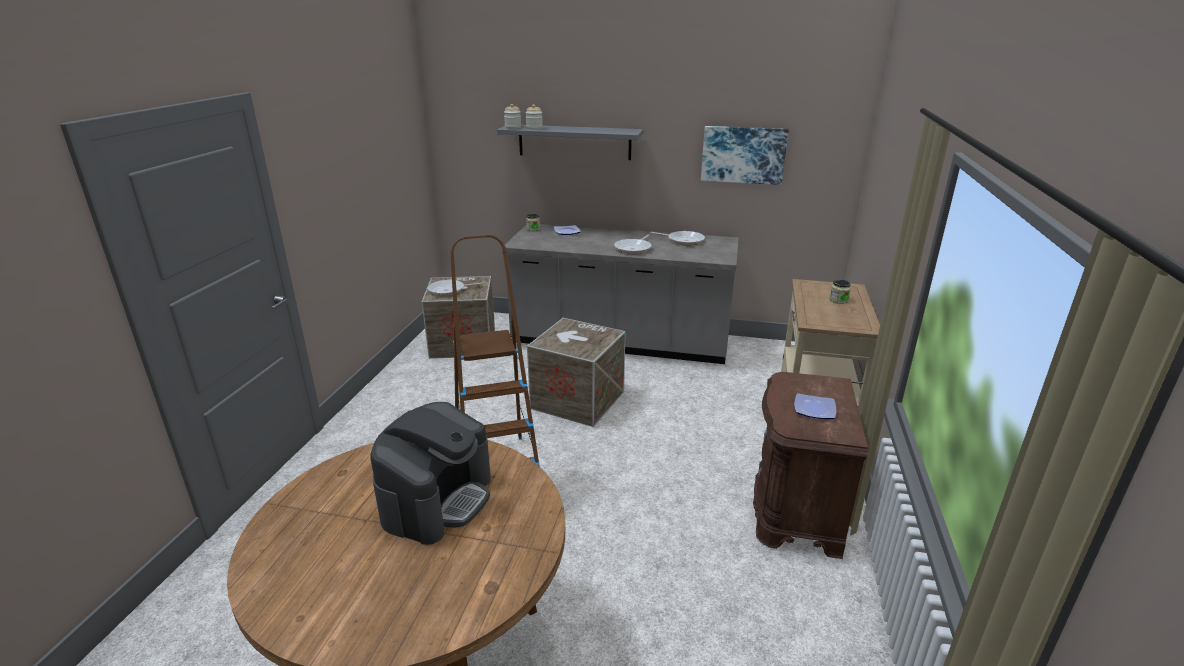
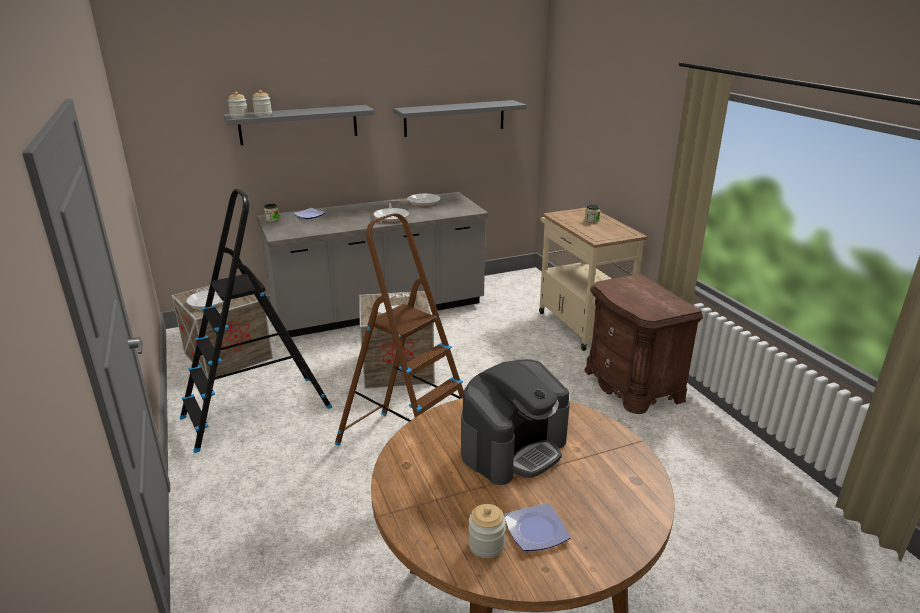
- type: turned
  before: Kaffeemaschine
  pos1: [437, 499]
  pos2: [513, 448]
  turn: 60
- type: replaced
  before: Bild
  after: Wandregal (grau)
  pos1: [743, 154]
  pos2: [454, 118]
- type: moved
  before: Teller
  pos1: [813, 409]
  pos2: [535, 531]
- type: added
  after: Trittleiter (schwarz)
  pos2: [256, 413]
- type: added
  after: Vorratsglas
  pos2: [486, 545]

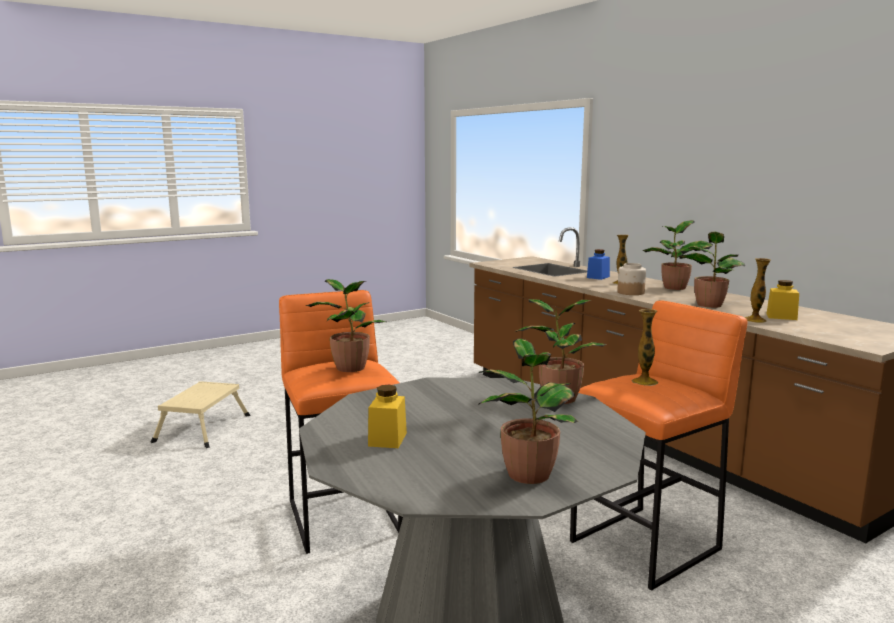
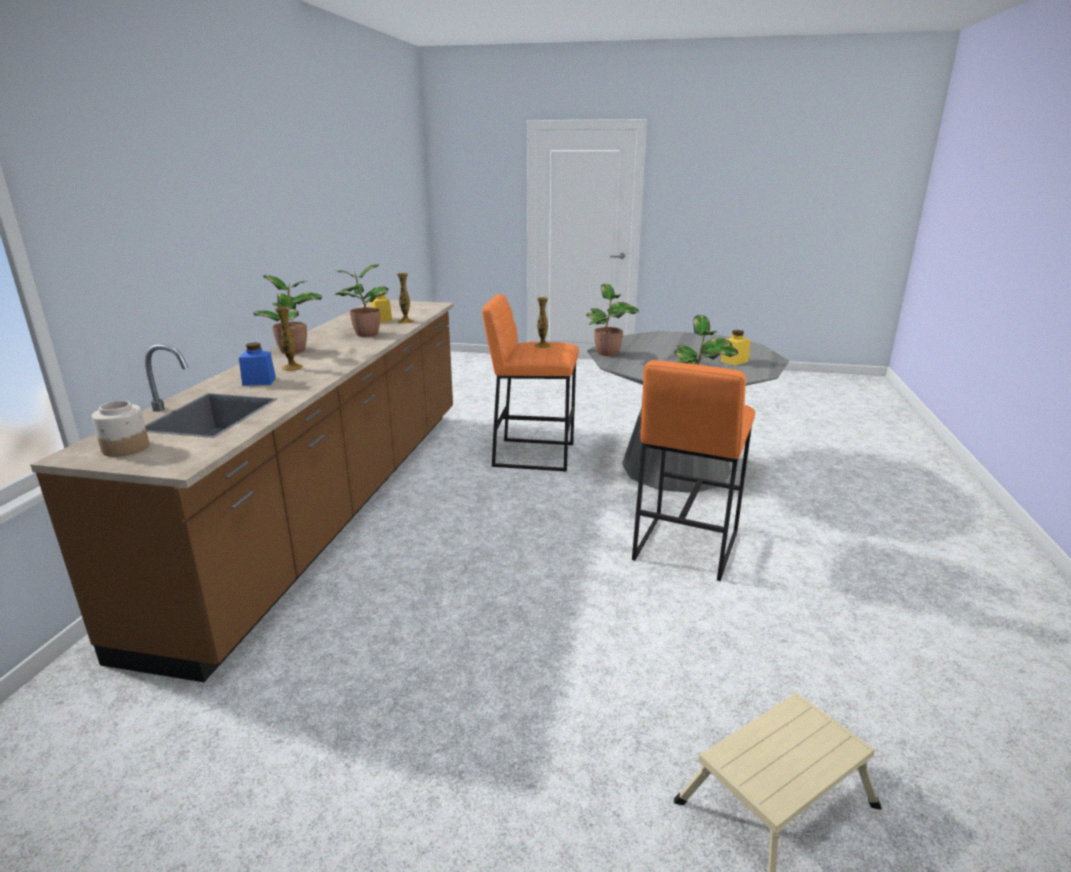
- type: removed
  before: Topfpflanze
  pos1: [527, 472]
- type: moved
  before: Vorratsglas
  pos1: [630, 292]
  pos2: [125, 448]

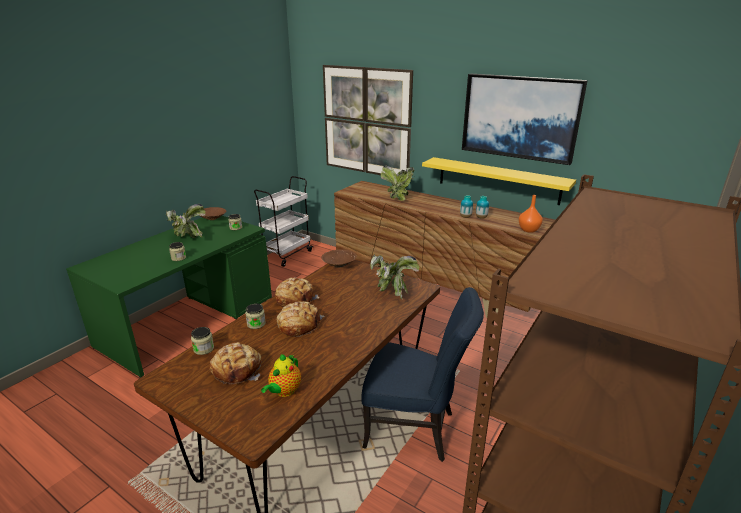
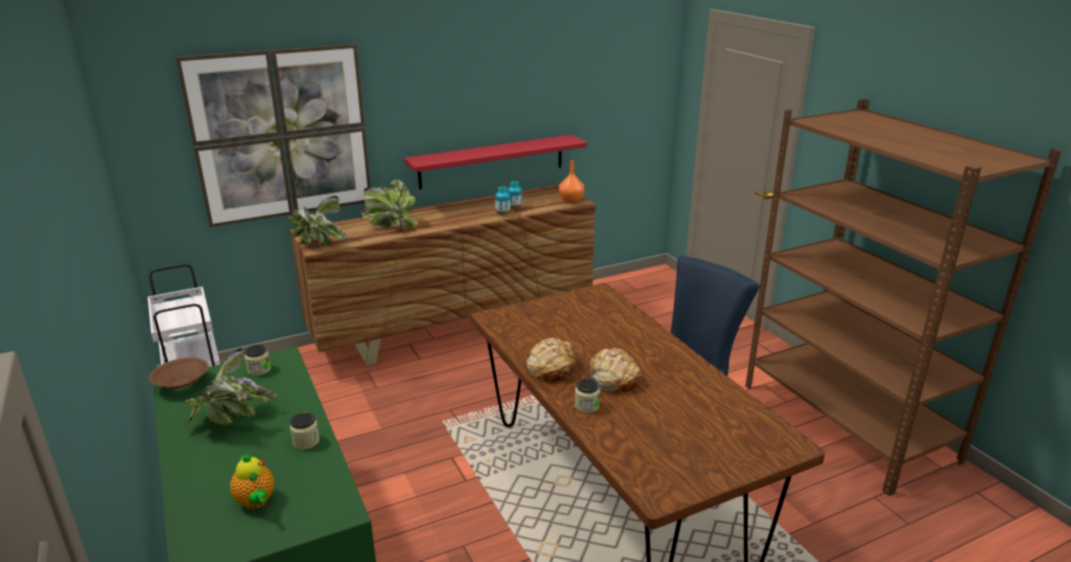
- type: removed
  before: Vorratsglas
  pos1: [204, 349]
- type: removed
  before: Brot
  pos1: [237, 370]
- type: moved
  before: Teekanne
  pos1: [284, 391]
  pos2: [256, 502]
- type: removed
  before: Schüssel (braun)
  pos1: [338, 265]
- type: moved
  before: Topfpflanze
  pos1: [391, 292]
  pos2: [318, 246]
- type: recoloured
  before: Wandregal (gelb)
  after: Wandregal (rot)
  pos1: [498, 180]
  pos2: [492, 161]
- type: removed
  before: Bild
  pos1: [520, 117]

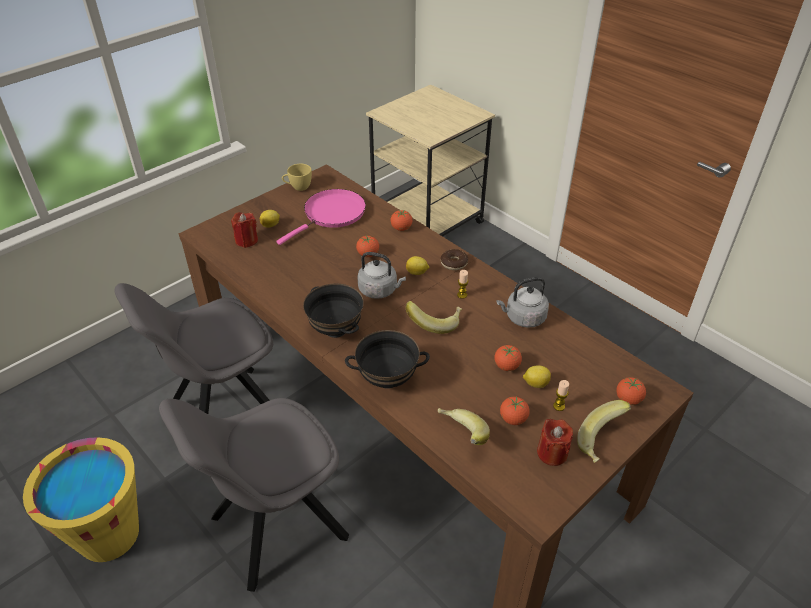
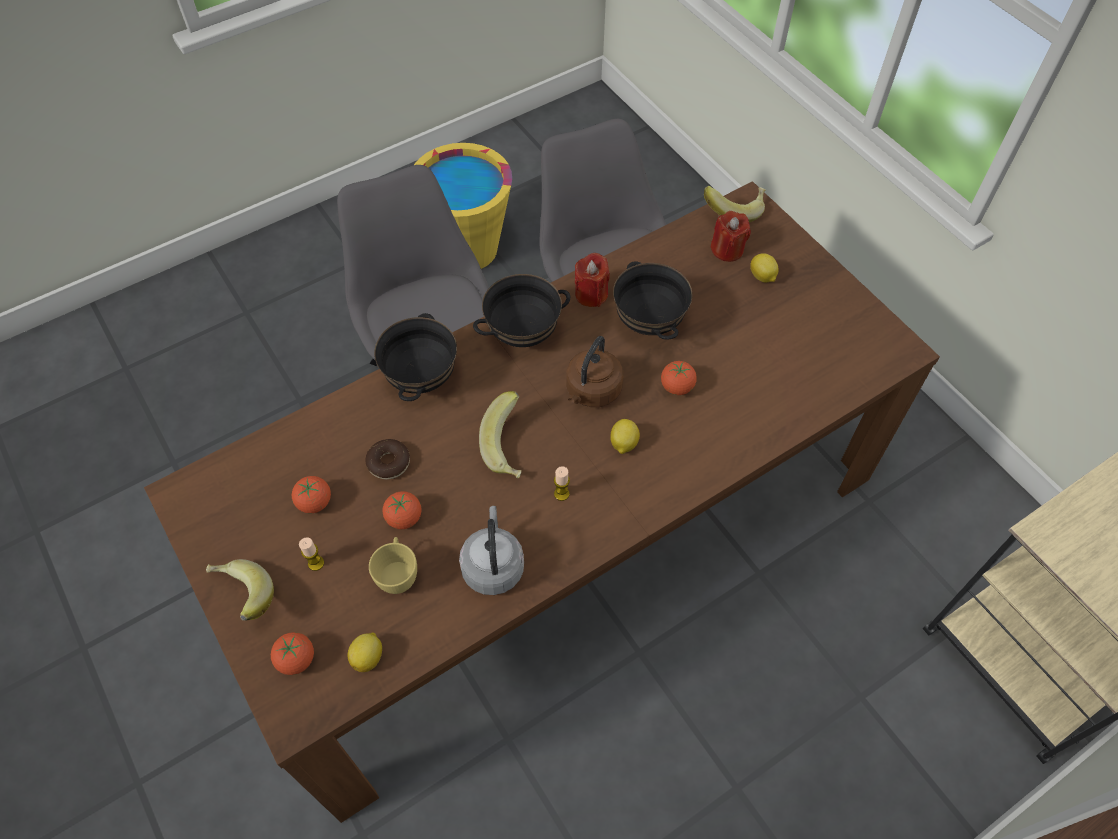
- type: removed
  before: Pfanne (rosa)
  pos1: [332, 214]
- type: moved
  before: Tasse (gelb)
  pos1: [298, 187]
  pos2: [398, 574]
- type: recoloured
  before: Wasserkessel (grau)
  after: Wasserkessel (braun)
  pos1: [380, 290]
  pos2: [592, 392]
- type: removed
  before: Tomate
  pos1: [401, 228]
- type: moved
  before: Banane
  pos1: [460, 436]
  pos2: [734, 210]
- type: moved
  before: Donut
  pos1: [454, 263]
  pos2: [389, 463]
- type: moved
  before: Zitrone
  pos1: [535, 383]
  pos2: [368, 657]
- type: moved
  before: Kerze (rot)
  pos1: [552, 453]
  pos2: [591, 294]
- type: added
  after: Schüssel (schwarz)
  pos2: [649, 323]

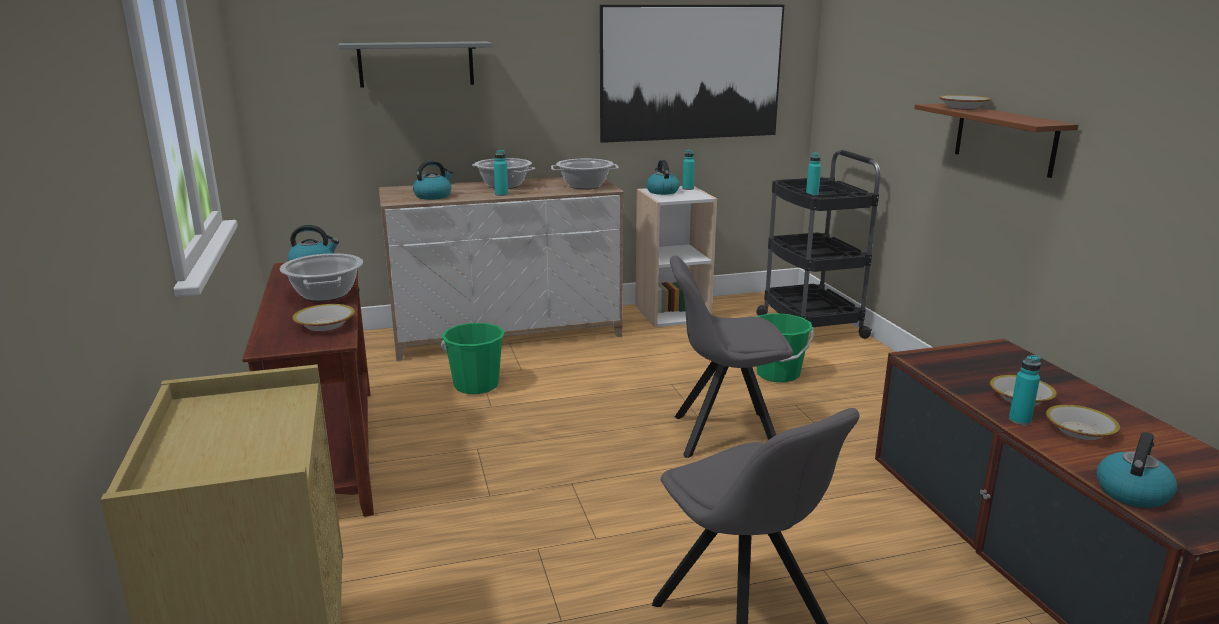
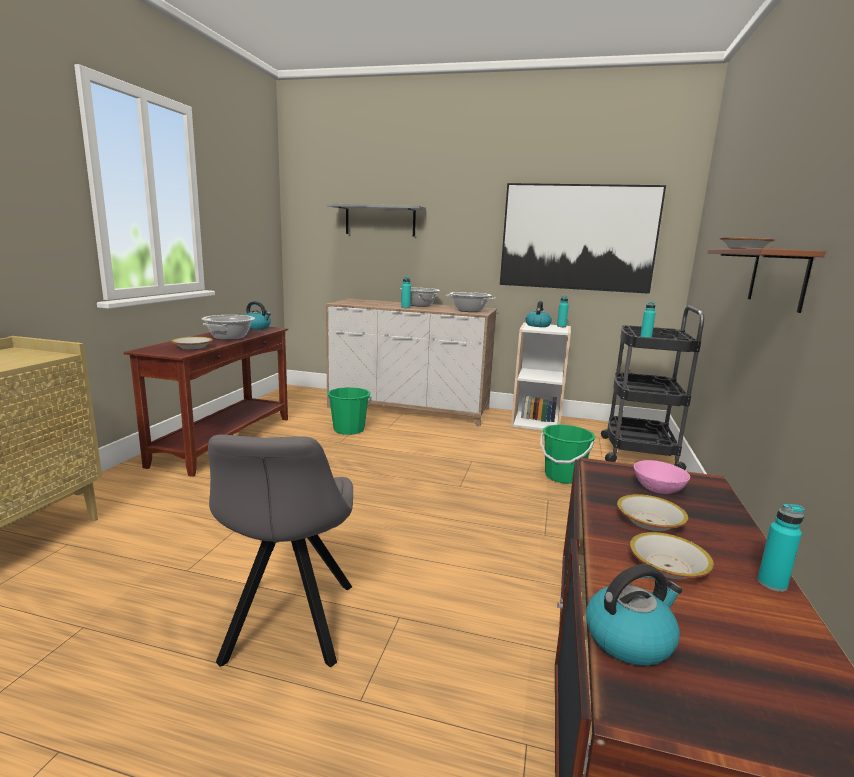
- type: removed
  before: Wasserkessel
  pos1: [433, 196]
- type: removed
  before: Stuhl (grau)
  pos1: [725, 435]
- type: moved
  before: Flasche (türkis)
  pos1: [1019, 420]
  pos2: [772, 583]
- type: added
  after: Schüssel (rosa)
  pos2: [657, 488]

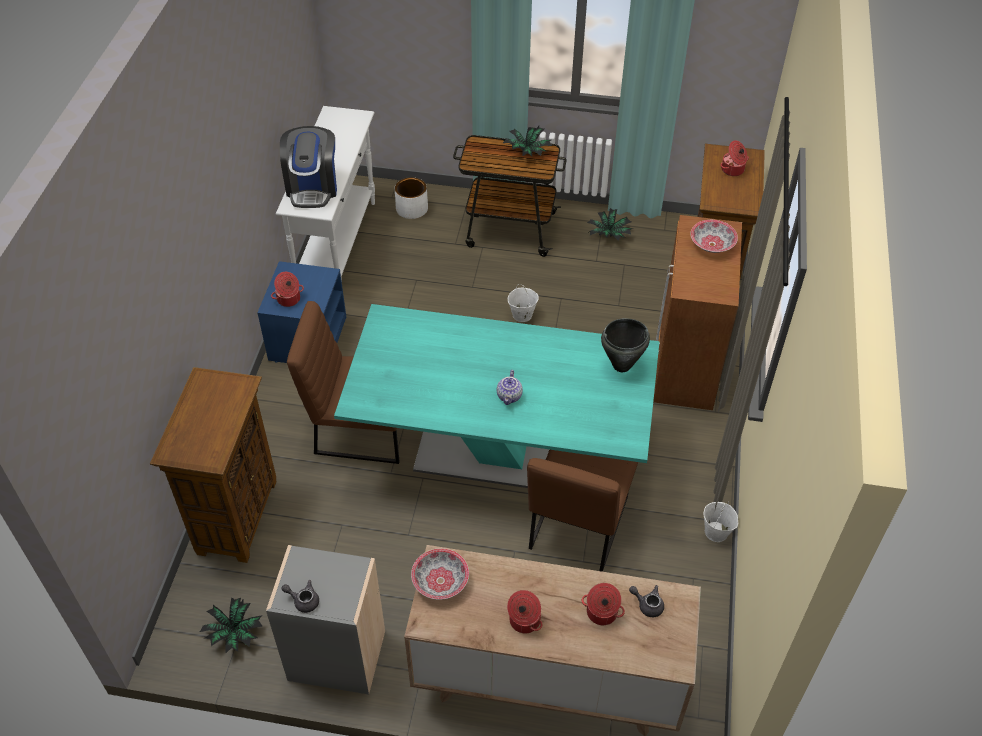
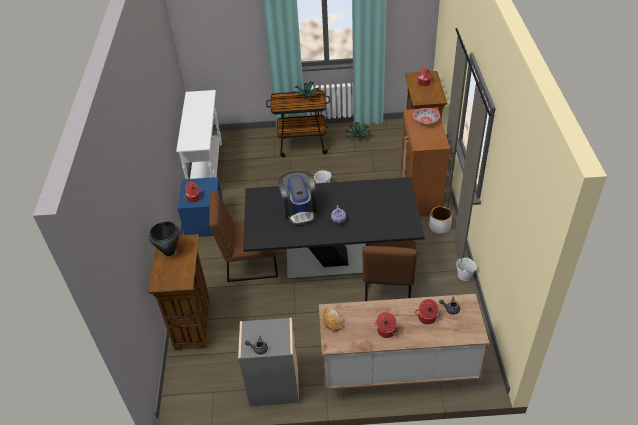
- type: removed
  before: Topfpflanze
  pos1: [234, 633]
- type: moved
  before: Kaffeemaschine
  pos1: [312, 187]
  pos2: [299, 210]
- type: recoloured
  before: Esstisch (türkis)
  after: Esstisch (schwarz)
  pos1: [500, 452]
  pos2: [333, 259]
- type: moved
  before: Pflanzkübel (weiß)
  pos1: [412, 209]
  pos2: [439, 226]
- type: replaced
  before: Schüssel
  after: Brot
  pos1: [440, 580]
  pos2: [332, 321]
- type: moved
  before: Kochtopf (schwarz)
  pos1: [622, 365]
  pos2: [169, 251]

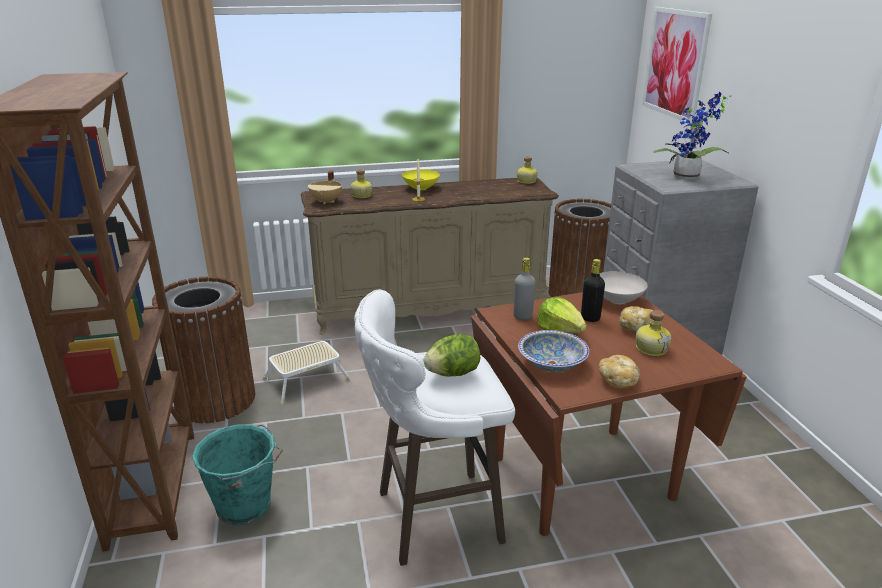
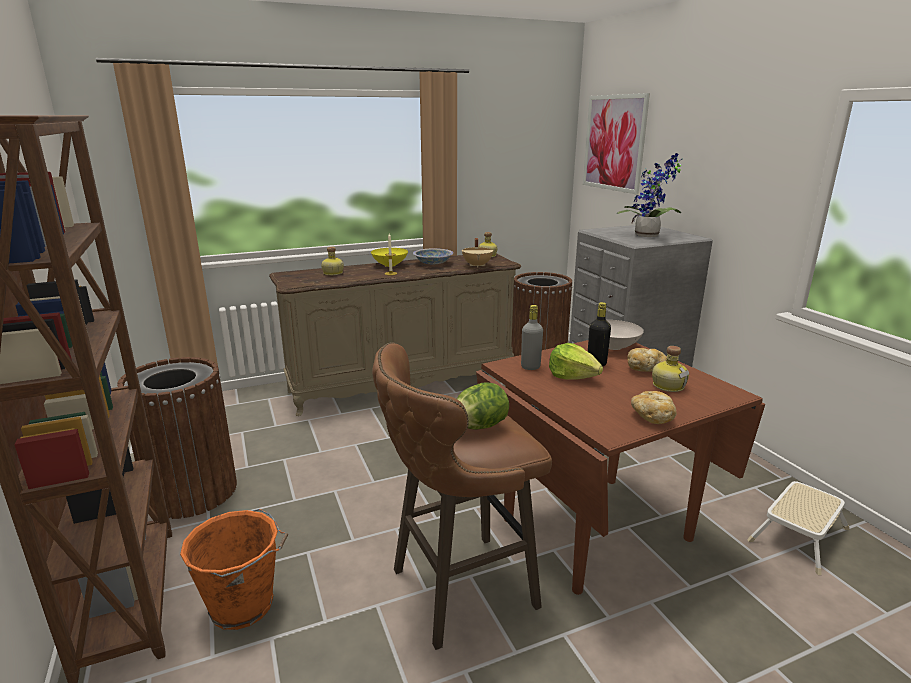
- type: recoloured
  before: Eimer (türkis)
  after: Eimer (orange)
  pos1: [246, 506]
  pos2: [244, 606]
- type: moved
  before: Trittleiter (beige)
  pos1: [307, 380]
  pos2: [799, 535]
- type: moved
  before: Kochtopf (beige)
  pos1: [327, 201]
  pos2: [477, 265]
- type: recoloured
  before: Hocker (weiß)
  after: Hocker (braun)
  pos1: [433, 517]
  pos2: [457, 590]
- type: moved
  before: Schüssel
  pos1: [551, 363]
  pos2: [433, 263]

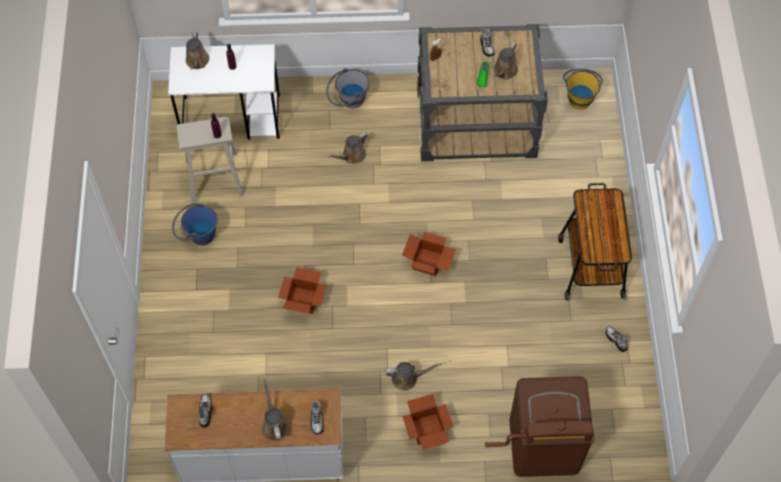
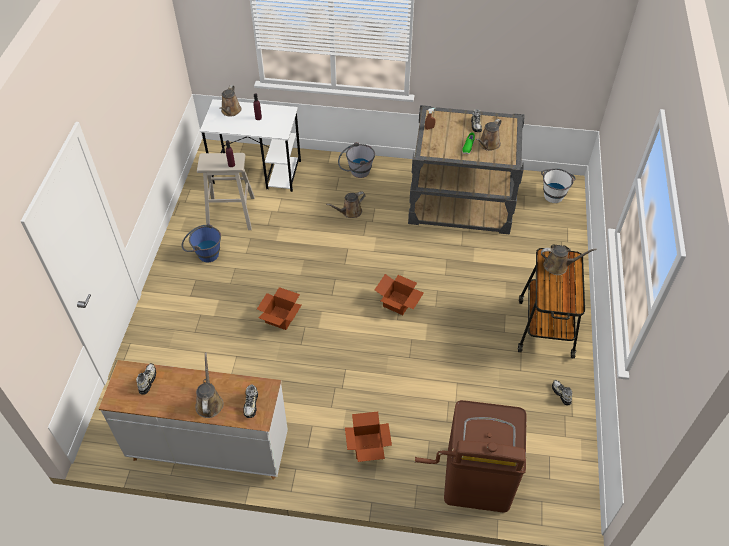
- type: moved
  before: Gießkanne (braun)
  pos1: [407, 378]
  pos2: [558, 266]
- type: recoloured
  before: Eimer (gelb)
  after: Eimer (weiß)
  pos1: [579, 96]
  pos2: [553, 193]

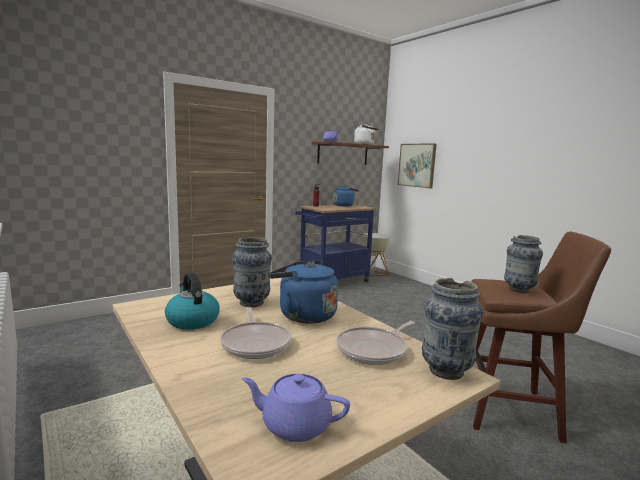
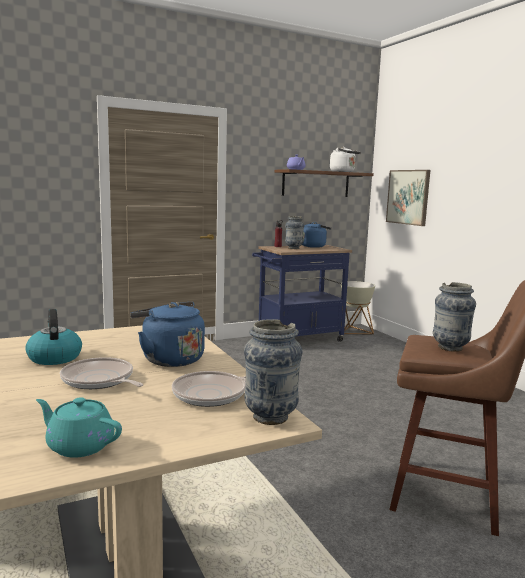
- type: turned
  before: Pfanne
  pos1: [256, 343]
  pos2: [99, 380]
  turn: 135
- type: moved
  before: Vase
  pos1: [251, 303]
  pos2: [293, 248]
- type: recoloured
  before: Teekanne (lila)
  after: Teekanne (türkis)
  pos1: [294, 425]
  pos2: [79, 445]

